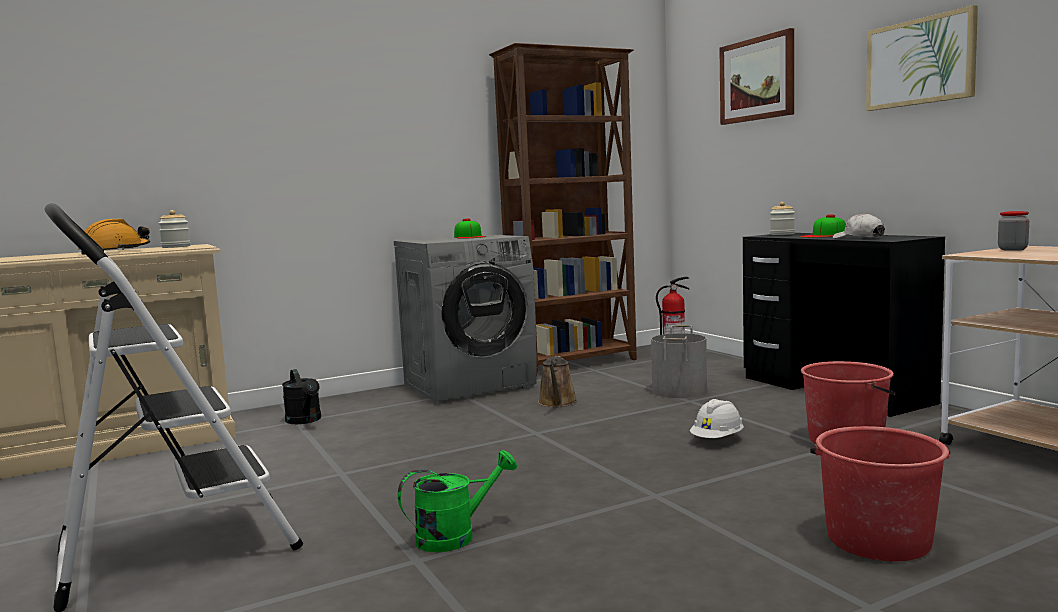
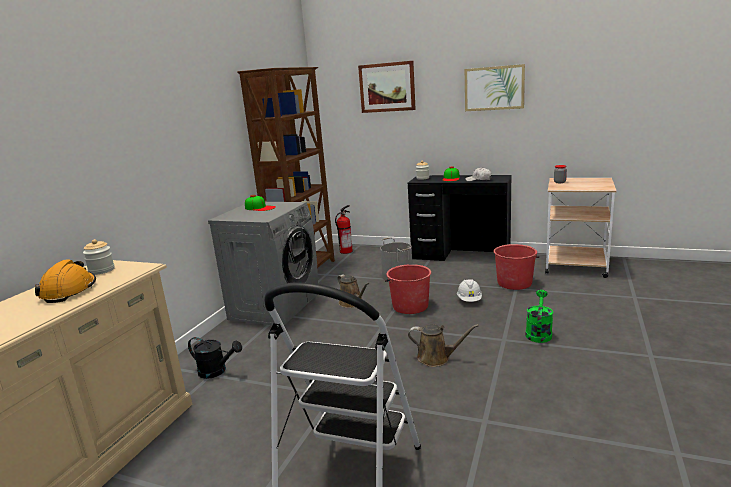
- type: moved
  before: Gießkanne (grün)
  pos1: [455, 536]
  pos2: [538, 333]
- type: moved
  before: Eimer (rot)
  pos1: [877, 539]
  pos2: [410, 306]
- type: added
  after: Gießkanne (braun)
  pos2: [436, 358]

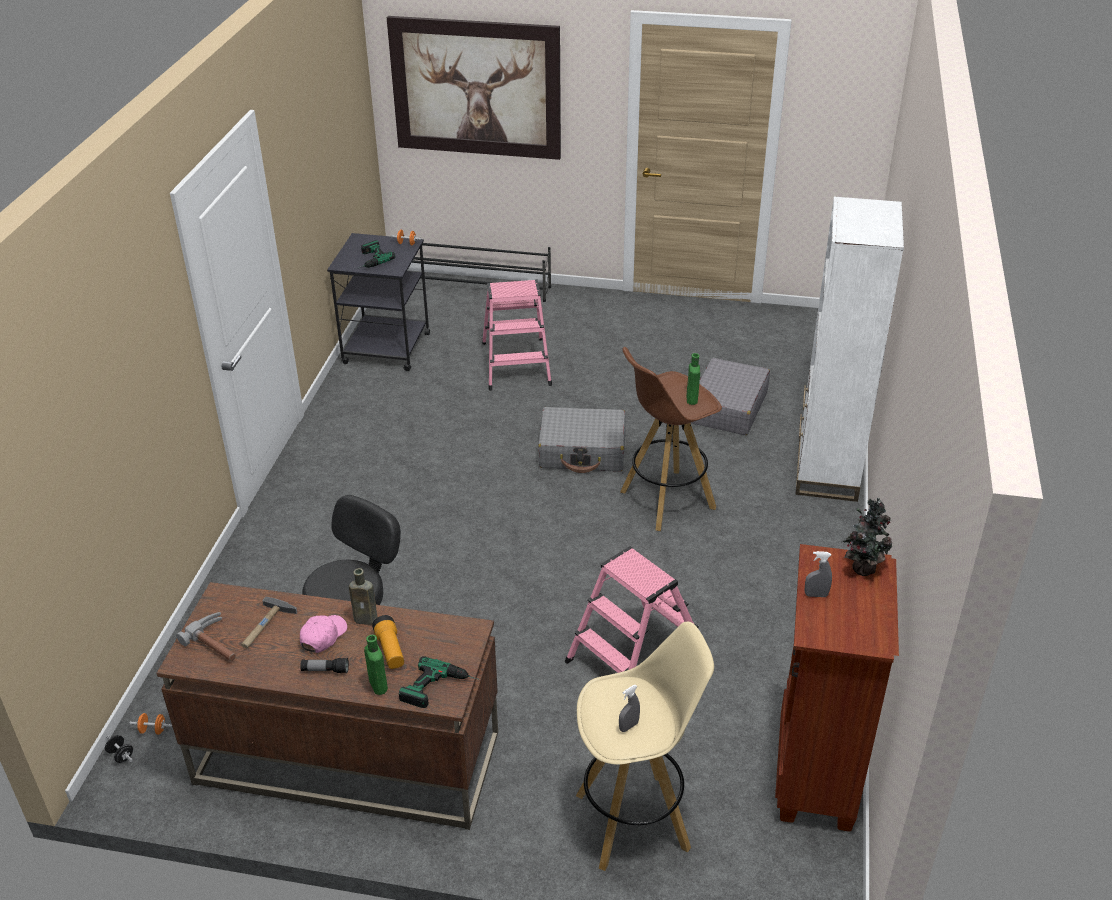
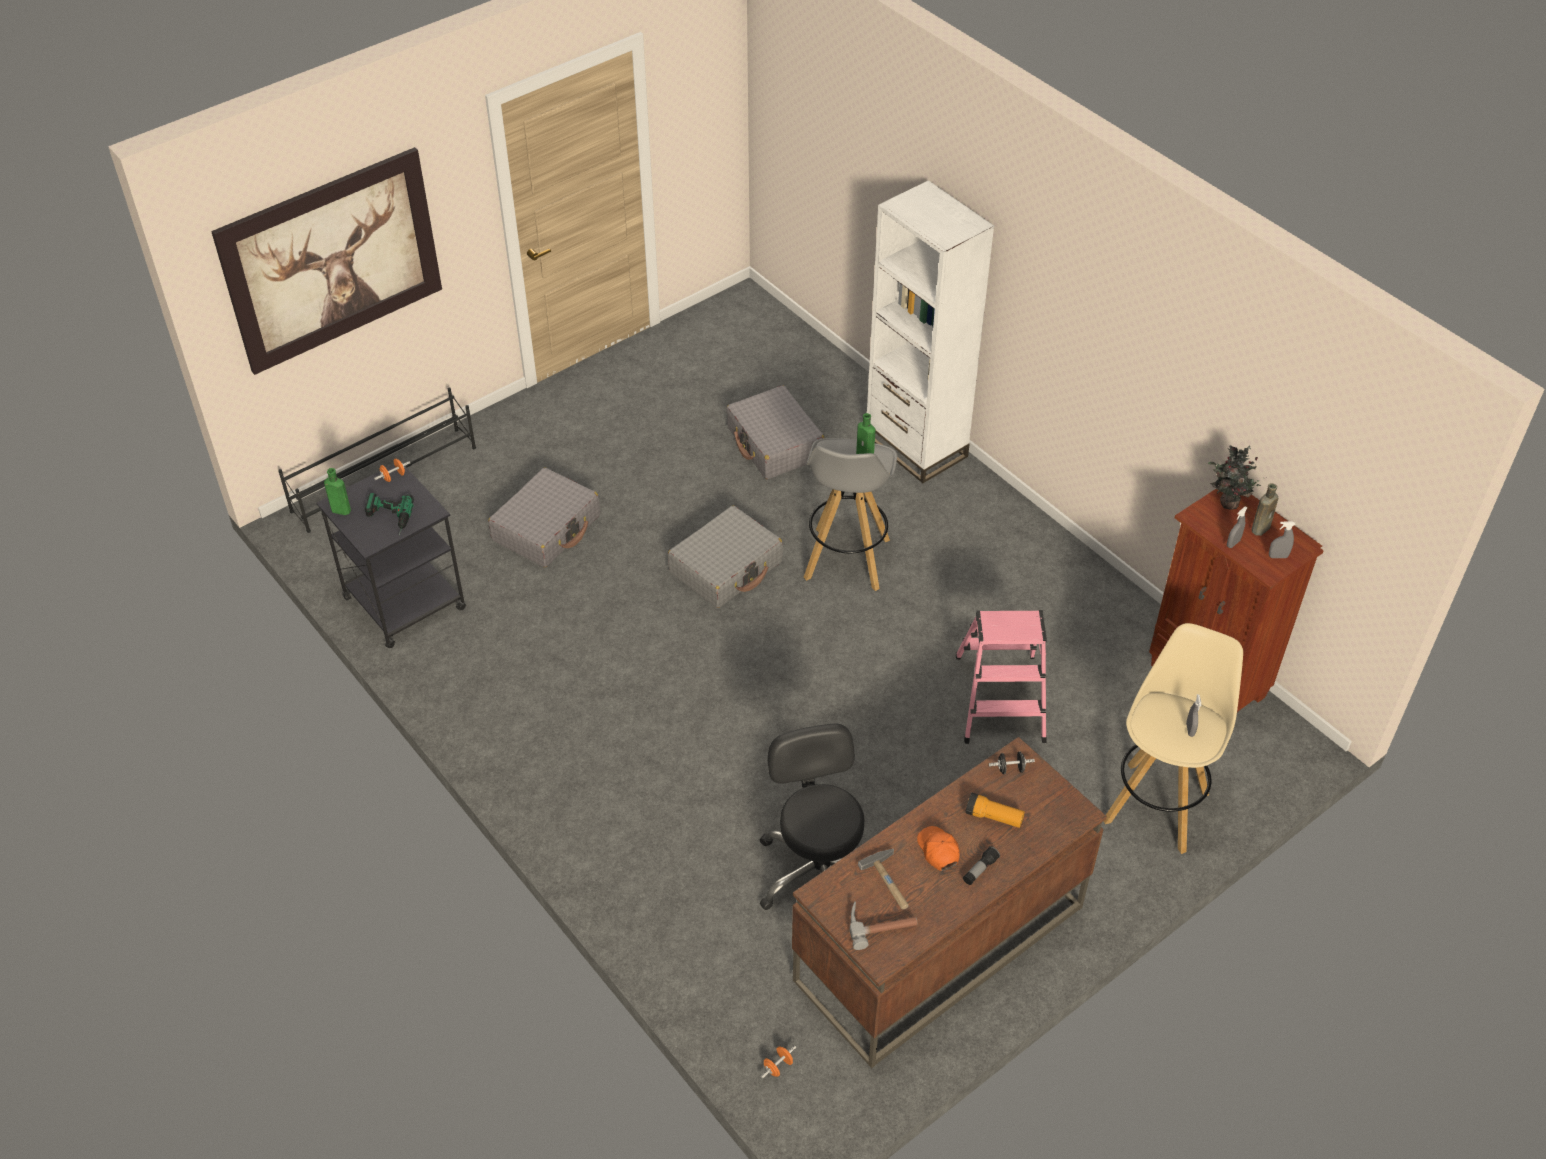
- type: moved
  before: Hantel (schwarz)
  pos1: [121, 755]
  pos2: [1010, 769]
- type: recoloured
  before: Kappe (rosa)
  after: Kappe (orange)
  pos1: [323, 636]
  pos2: [938, 851]
- type: moved
  before: Flasche (braun)
  pos1: [367, 619]
  pos2: [1261, 528]
- type: moved
  before: Flasche (grün)
  pos1: [377, 684]
  pos2: [339, 510]
- type: removed
  before: Bohrmaschine
  pos1: [440, 689]
- type: replaced
  before: Trittleiter (rosa)
  after: Koffer (grau)
  pos1: [516, 363]
  pos2: [547, 528]
- type: recoloured
  before: Hocker (braun)
  after: Hocker (grau)
  pos1: [665, 500]
  pos2: [845, 560]
- type: added
  after: Sprühflasche (grau)
  pos2: [1278, 556]

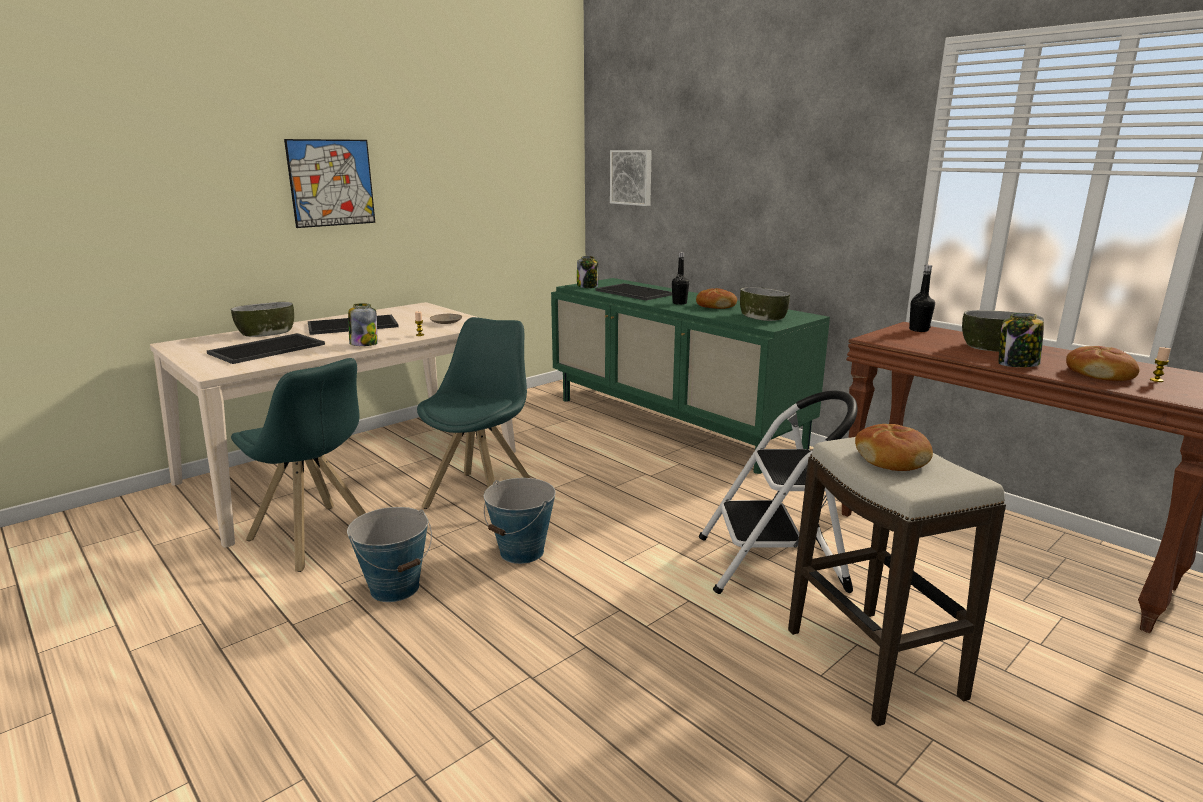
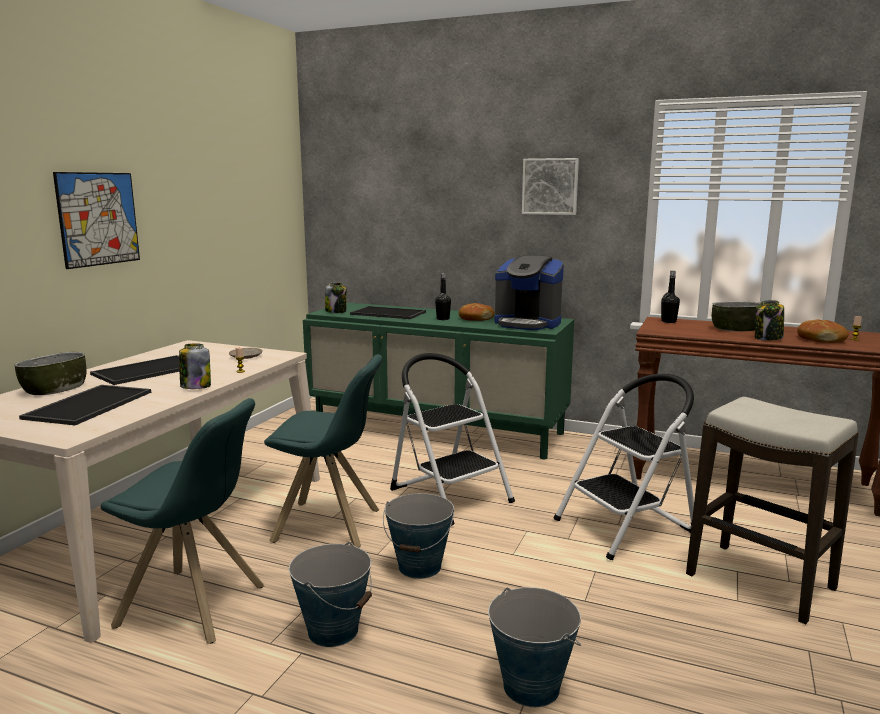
- type: turned
  before: Stuhl (türkis)
  pos1: [481, 495]
  pos2: [328, 525]
  turn: 105
- type: moved
  before: Bild
  pos1: [632, 177]
  pos2: [550, 186]
- type: replaced
  before: Schüssel
  after: Kaffeemaschine
  pos1: [763, 317]
  pos2: [527, 324]
- type: removed
  before: Brot
  pos1: [892, 458]
- type: added
  after: Trittleiter
  pos2: [448, 494]
- type: added
  after: Eimer
  pos2: [531, 686]

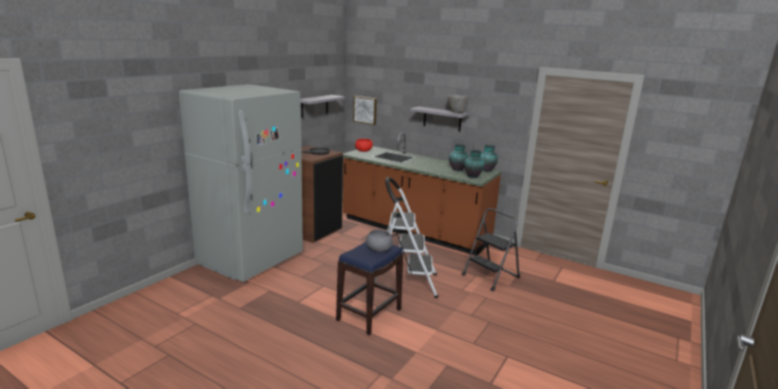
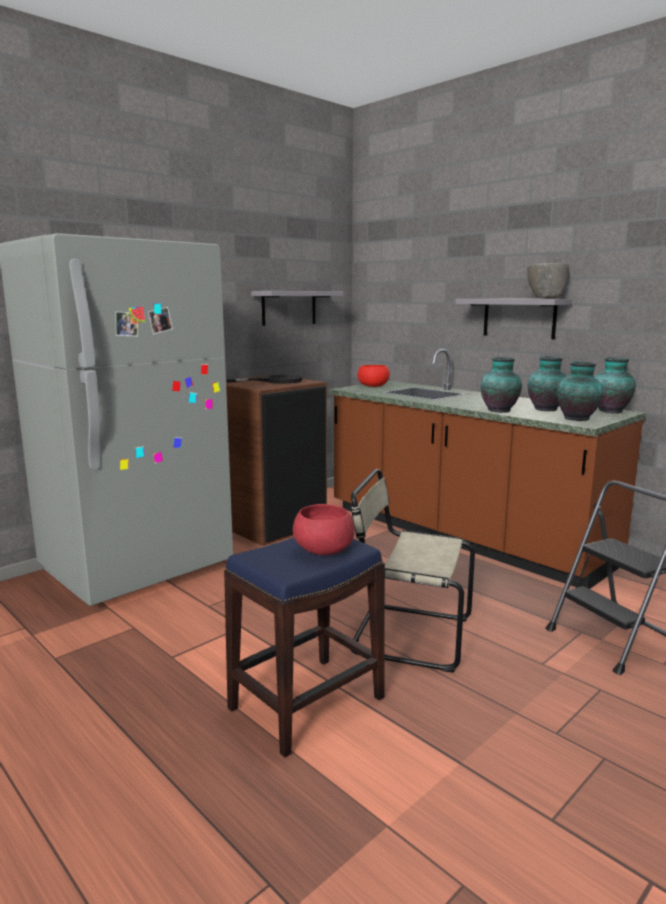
- type: removed
  before: Bild
  pos1: [365, 110]
- type: recoloured
  before: Schüssel (grau)
  after: Schüssel (rot)
  pos1: [379, 249]
  pos2: [324, 549]
- type: replaced
  before: Trittleiter
  after: Stuhl (beige)
  pos1: [402, 283]
  pos2: [406, 635]
- type: added
  after: Vase
  pos2: [500, 410]

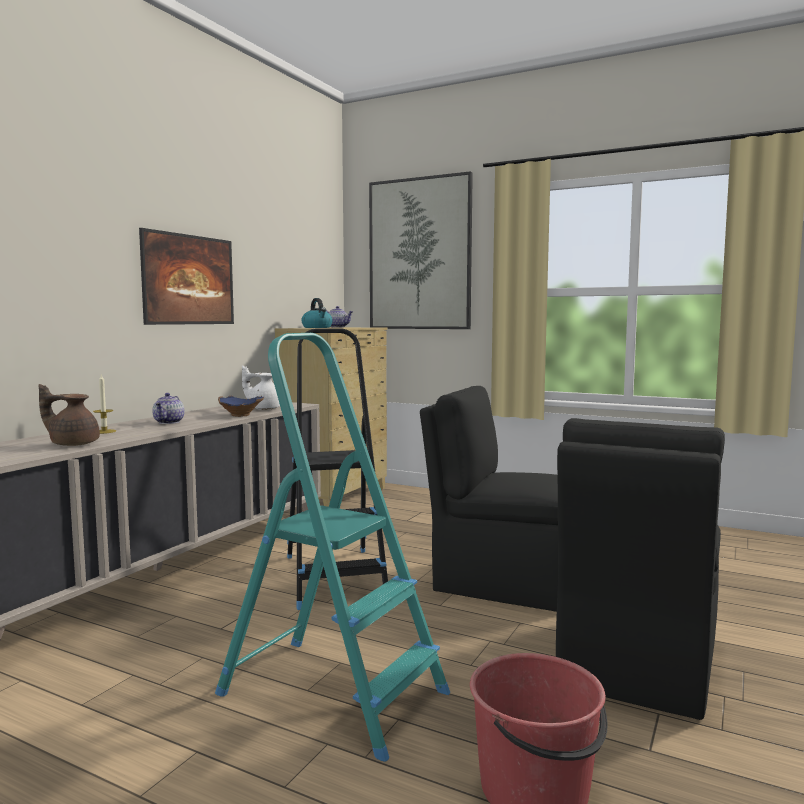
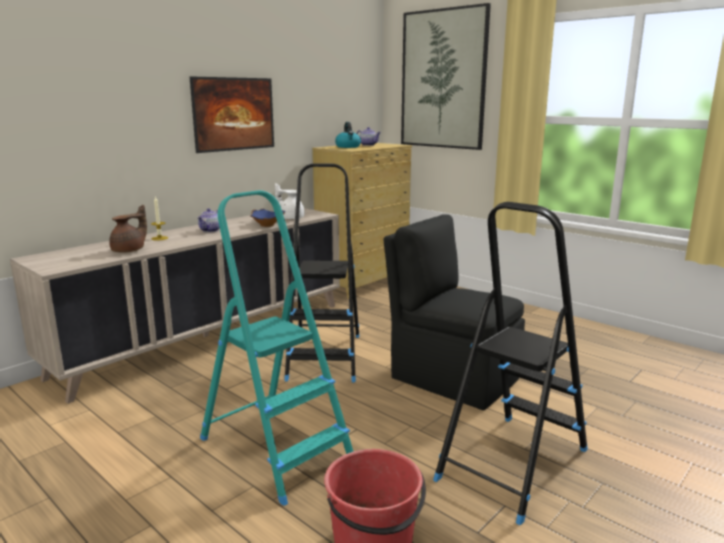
- type: turned
  before: Teekanne (braun)
  pos1: [73, 444]
  pos2: [130, 250]
  turn: 105
- type: replaced
  before: Stuhl (schwarz)
  after: Trittleiter (schwarz)
  pos1: [636, 664]
  pos2: [514, 463]

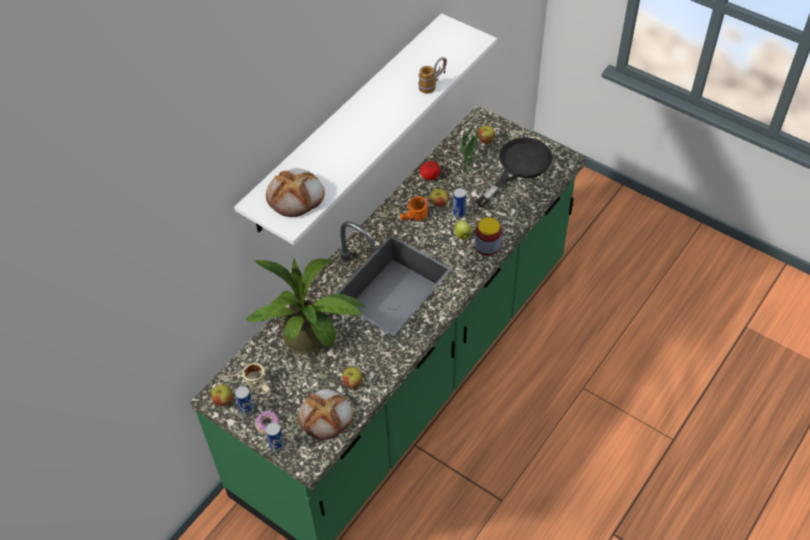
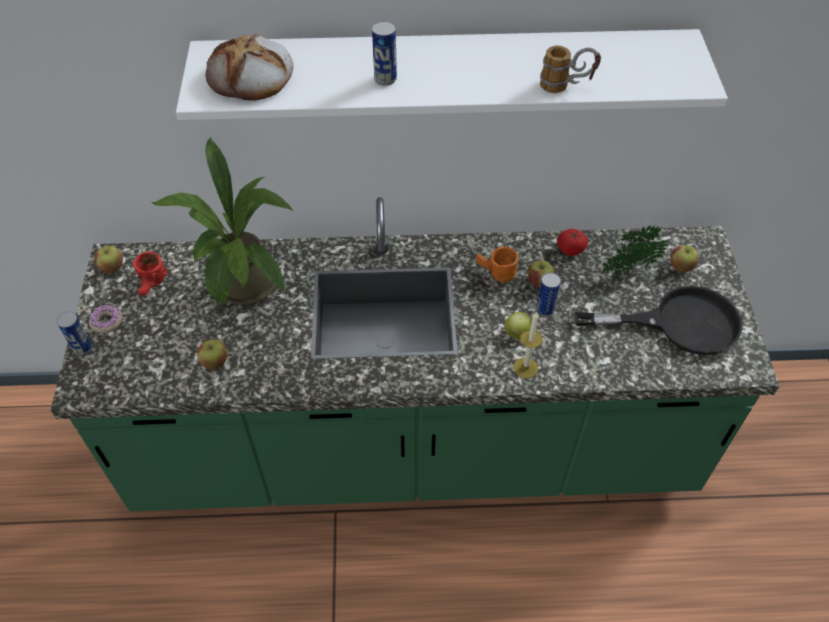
- type: moved
  before: Dose
  pos1: [247, 410]
  pos2: [385, 79]
- type: recoloured
  before: Henkelbecher (beige)
  after: Henkelbecher (rot)
  pos1: [261, 385]
  pos2: [153, 285]
- type: removed
  before: Brot
  pos1: [326, 416]
- type: replaced
  before: Vorratsglas
  after: Kerze
  pos1: [487, 246]
  pos2: [525, 367]

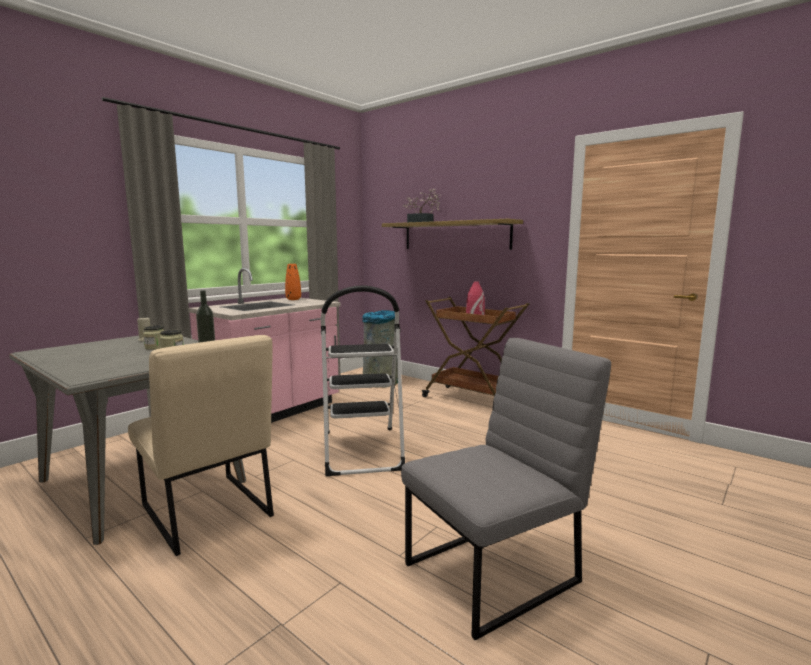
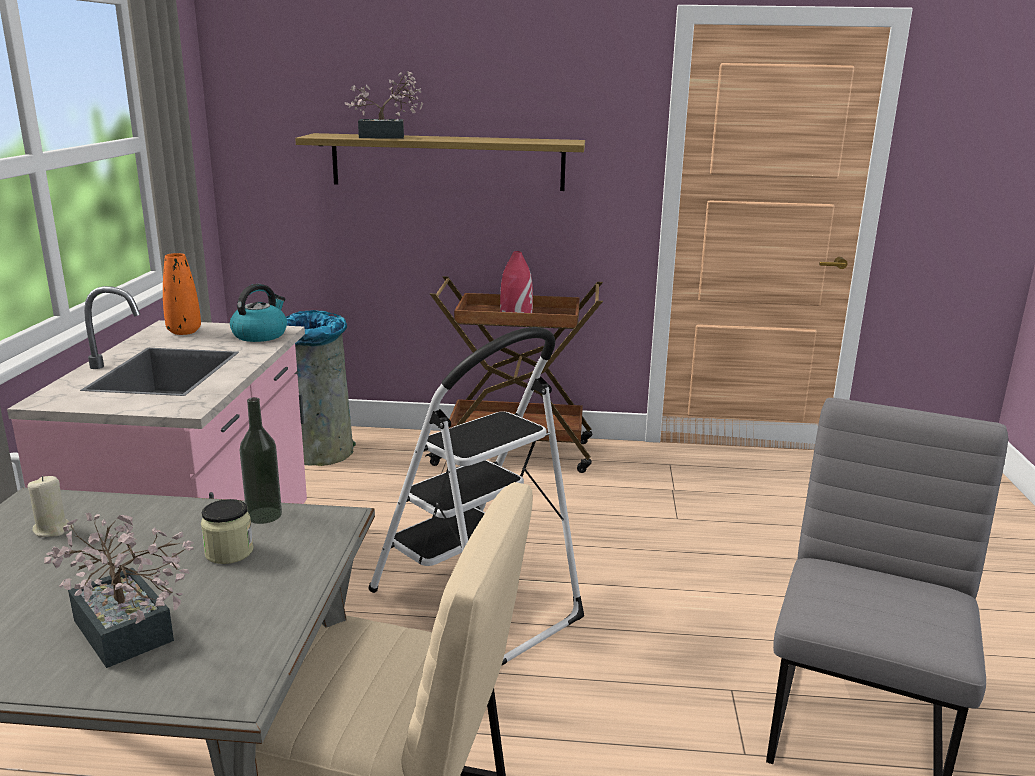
- type: removed
  before: Vorratsglas
  pos1: [155, 347]
- type: added
  after: Topfpflanze
  pos2: [126, 637]
- type: added
  after: Wasserkessel
  pos2: [260, 335]

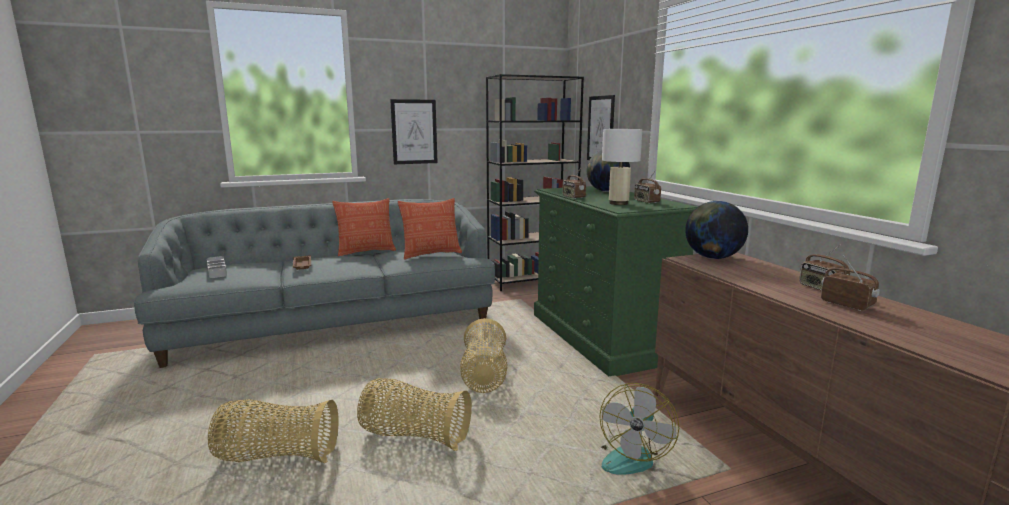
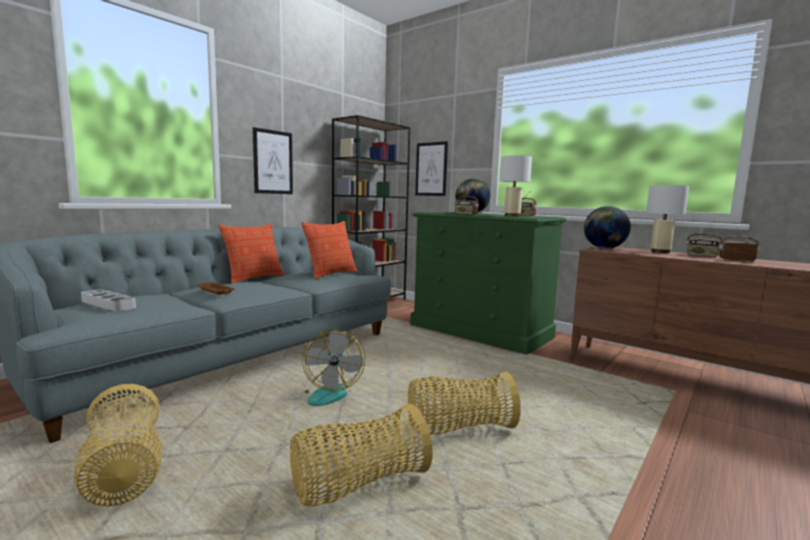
- type: moved
  before: Korb
  pos1: [484, 376]
  pos2: [124, 472]
- type: moved
  before: Ventilator
  pos1: [630, 456]
  pos2: [328, 393]
- type: added
  after: Tischlampe (weiß)
  pos2: [660, 252]

